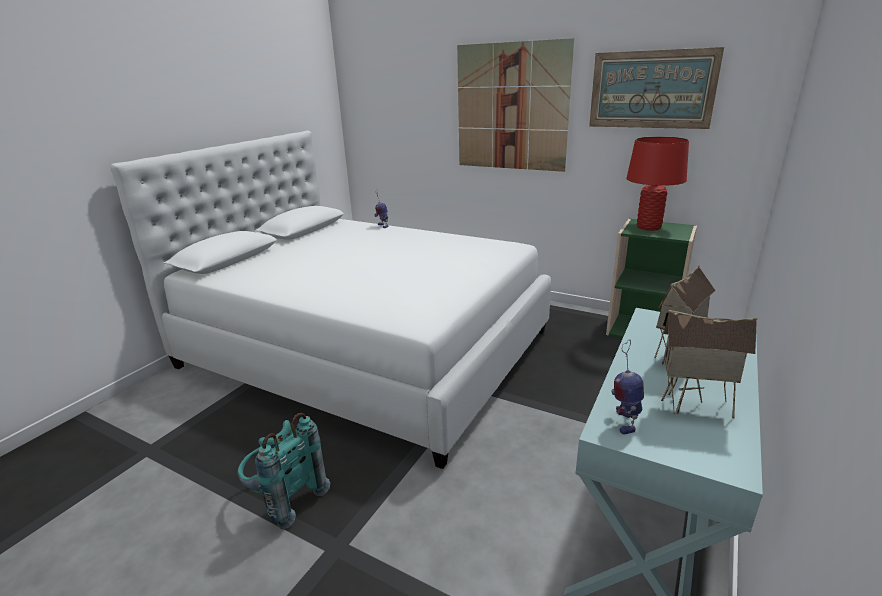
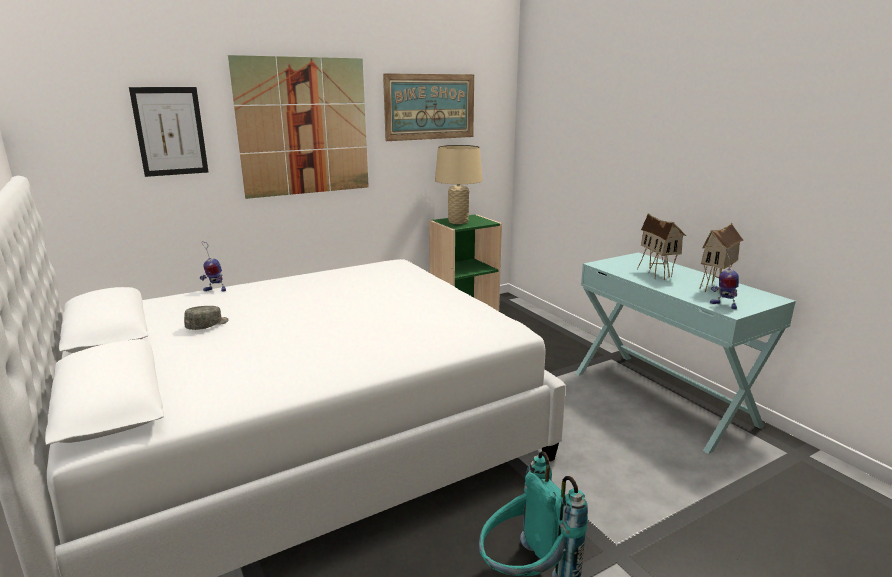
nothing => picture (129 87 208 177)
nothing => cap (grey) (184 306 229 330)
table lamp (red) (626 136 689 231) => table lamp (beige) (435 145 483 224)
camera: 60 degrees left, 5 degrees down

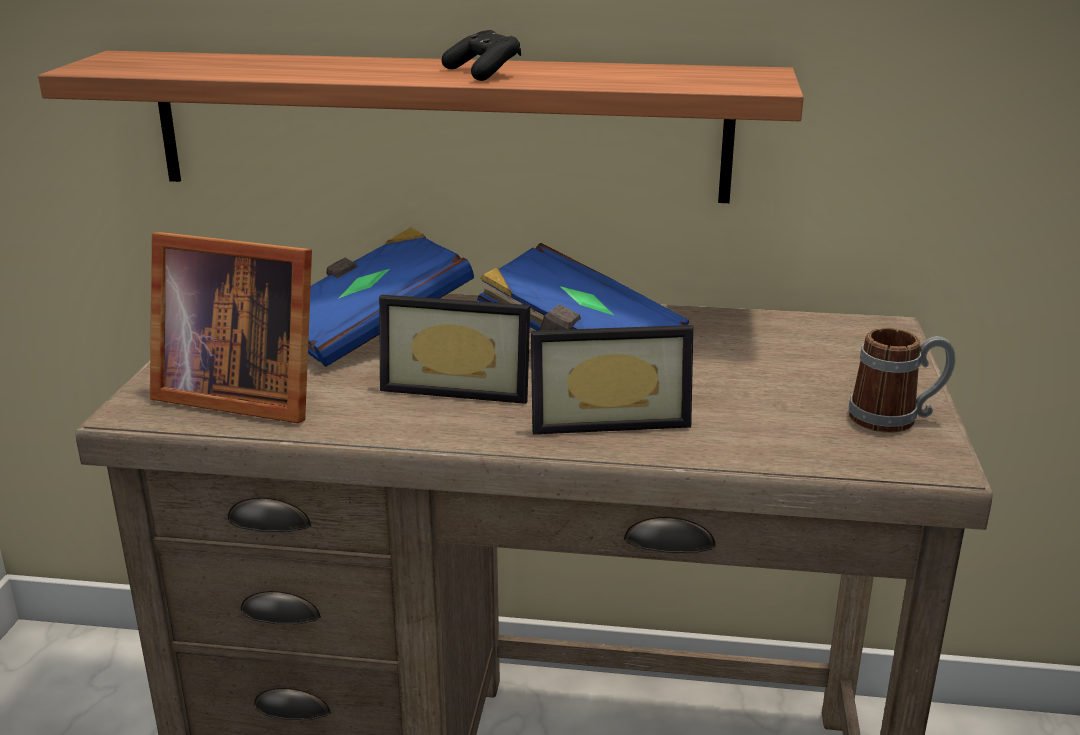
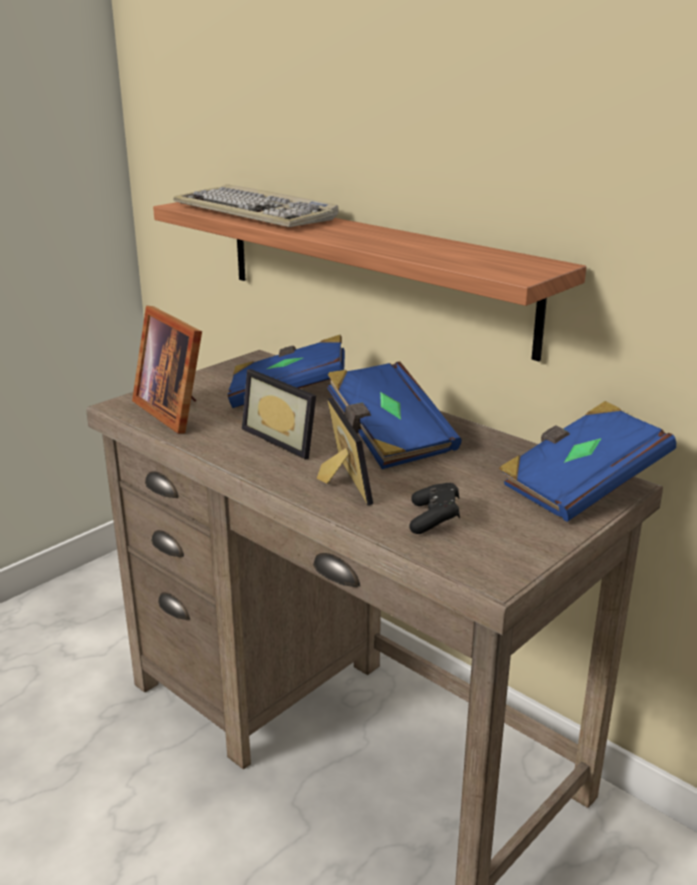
mug (849 328 956 433) => nothing
nothing => keyboard (173 184 339 227)
nothing => book (blue) (499 401 676 522)
game controller (black) (442 30 521 81) => game controller (black) (409 483 460 534), shifted
picture frame (531 325 693 434) => picture frame (317 397 373 506), 135 degrees counterclockwise
camera: 35 degrees right, 0 degrees up

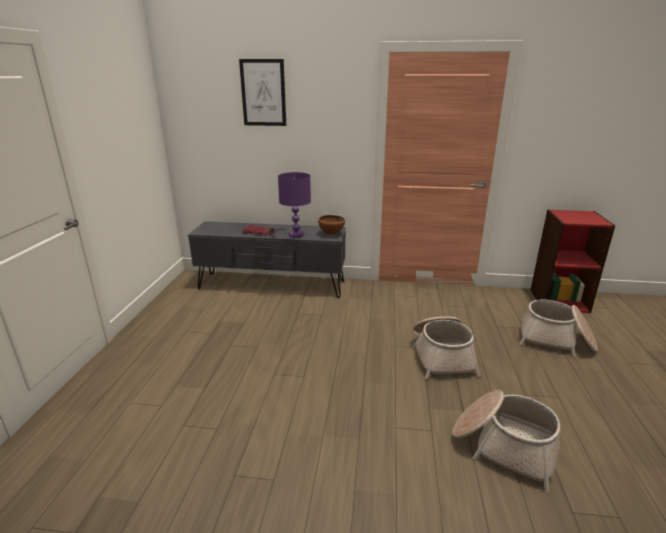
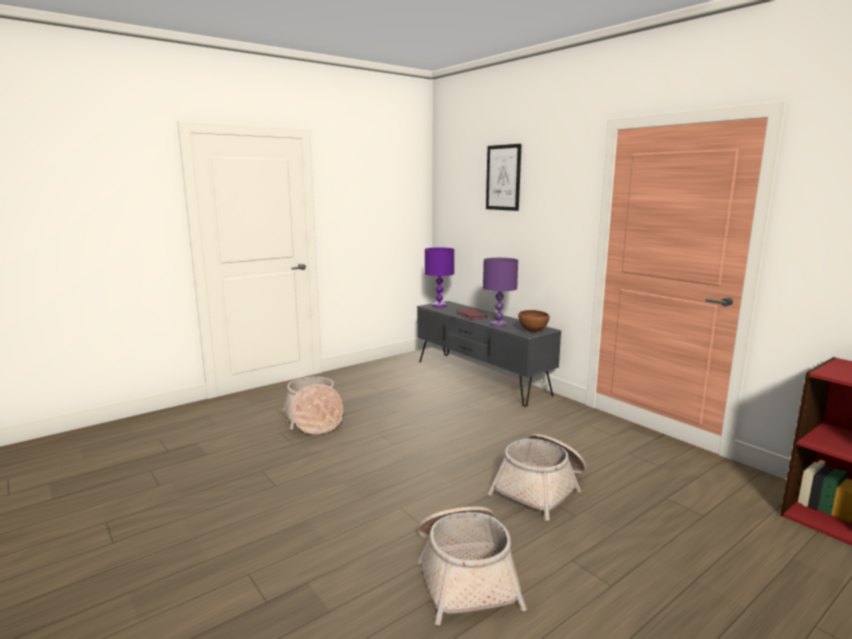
nothing => table lamp (purple) (425 247 454 307)
basket (519 299 598 356) => basket (283 376 343 435), shifted
camera: 45 degrees right, 10 degrees down

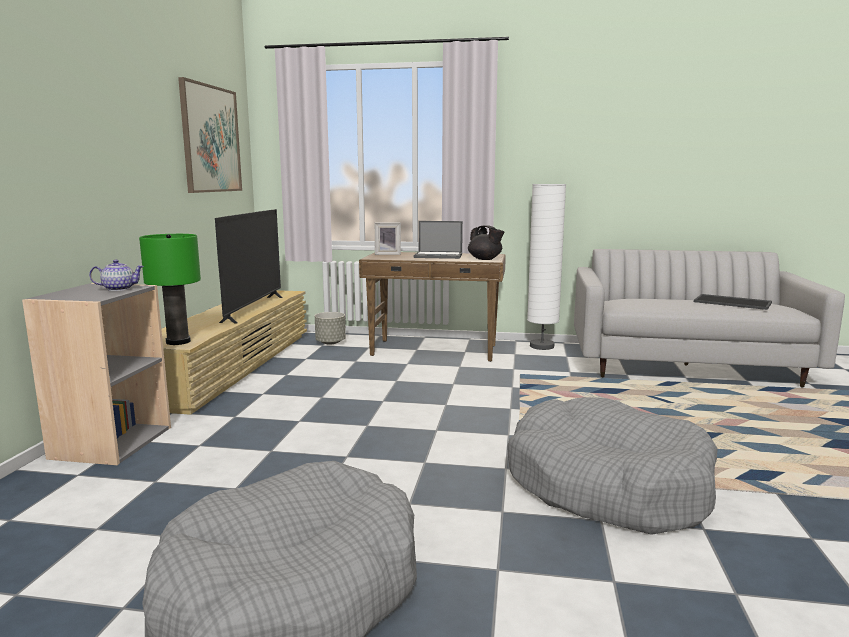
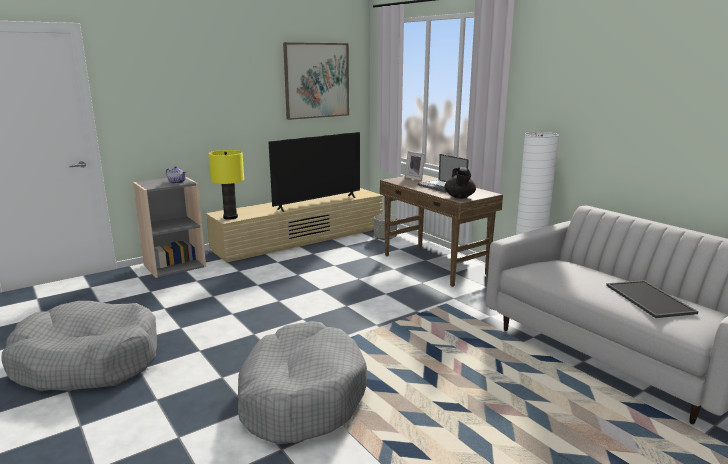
table lamp (green) (139 234 201 345) => table lamp (yellow) (209 150 244 219)
camera: 45 degrees right, 5 degrees up

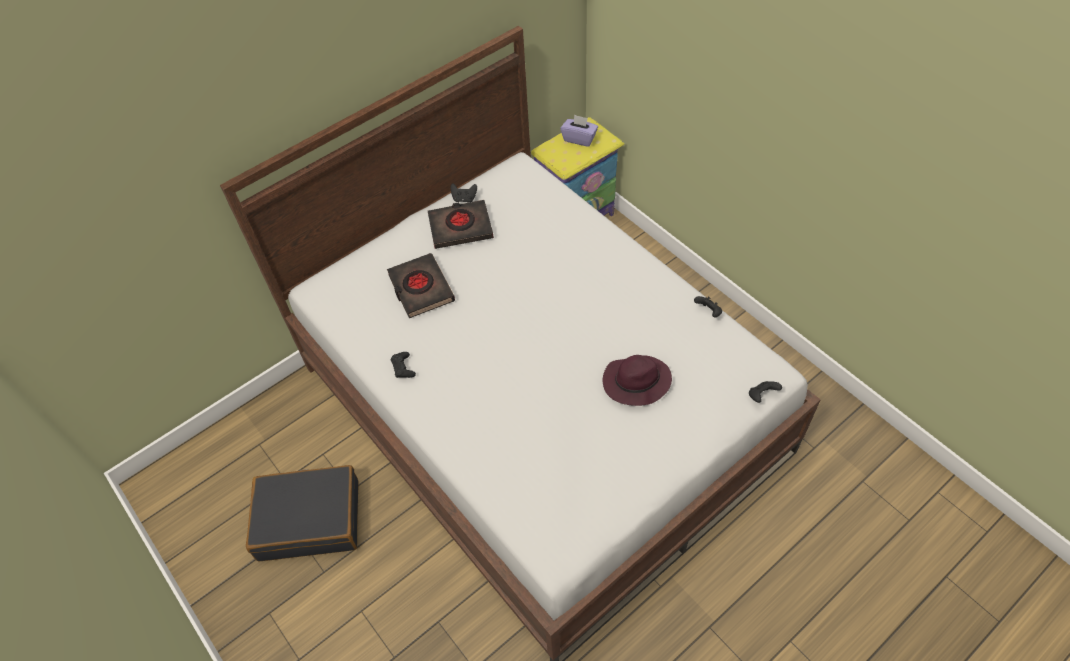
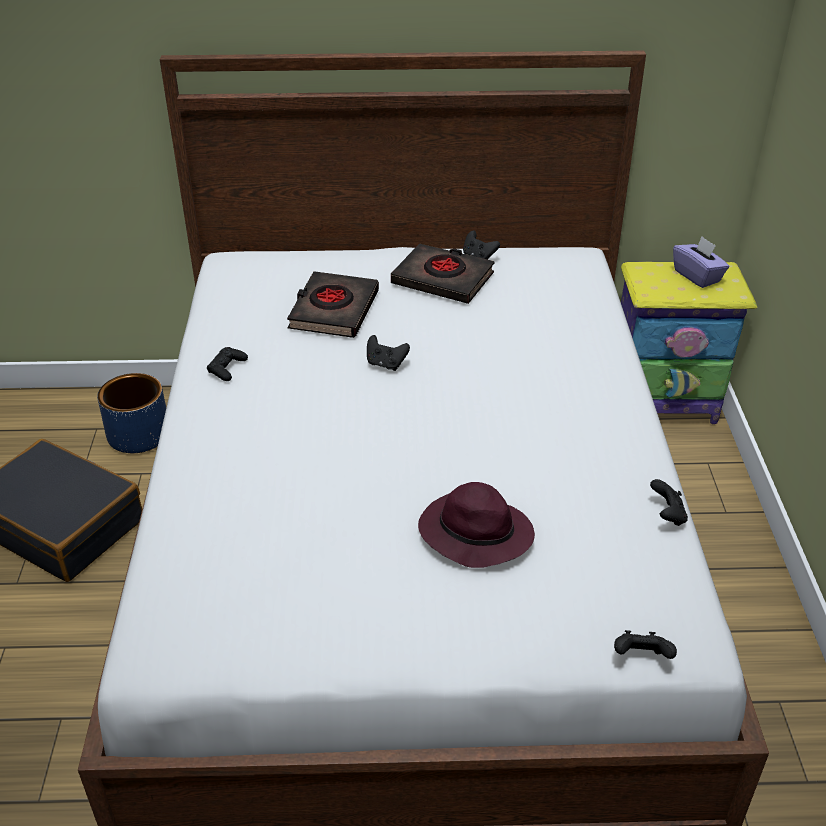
nothing => planter (blue) (97 373 166 453)
nothing => game controller (black) (367 335 410 371)
camera: 35 degrees right, 15 degrees down

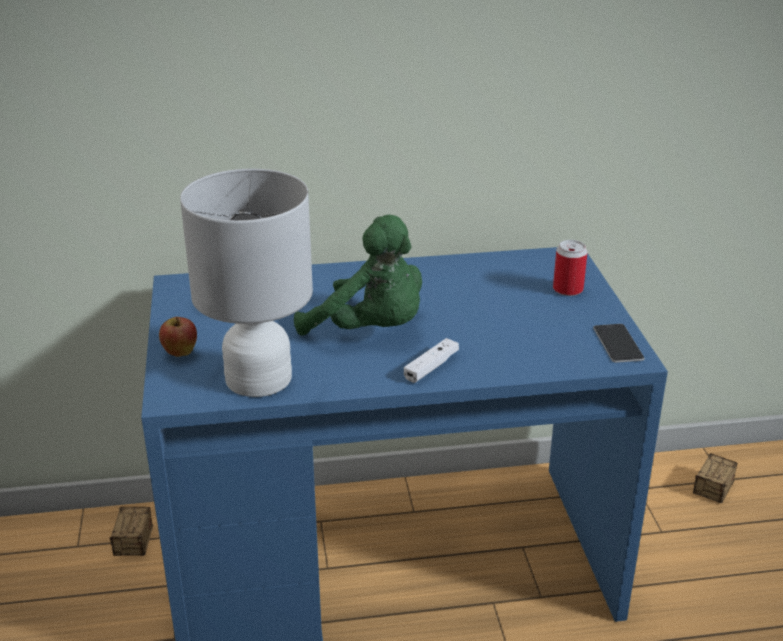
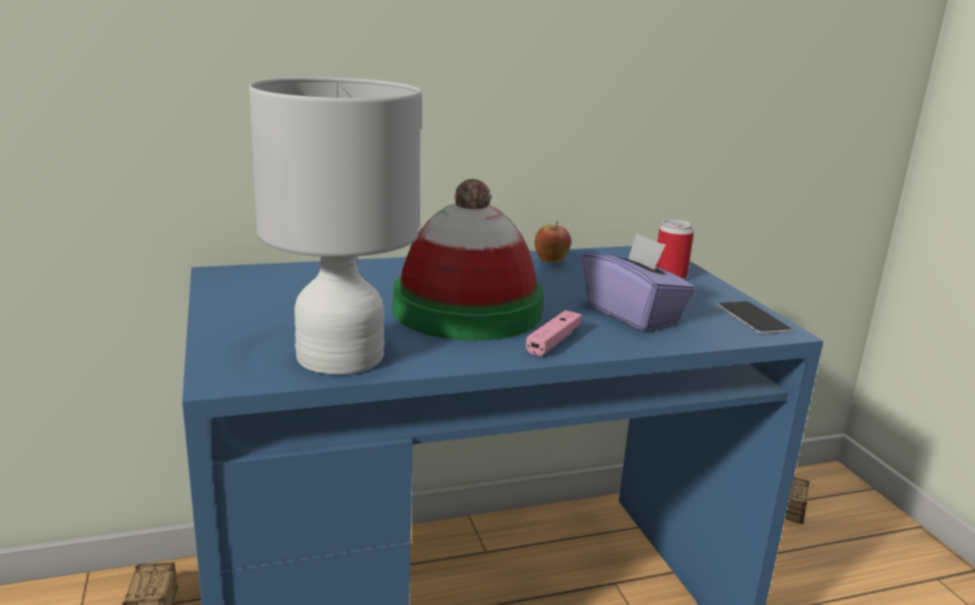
nothing => tissue box (purple) (583 233 696 331)
apple (159 317 197 357) => apple (535 221 571 263), shifted
plush toy (green) (294 215 422 336) => hat (393 179 544 341)
game controller (white) (404 338 459 383) => game controller (pink) (526 310 582 356)
camera: 10 degrees left, 10 degrees down

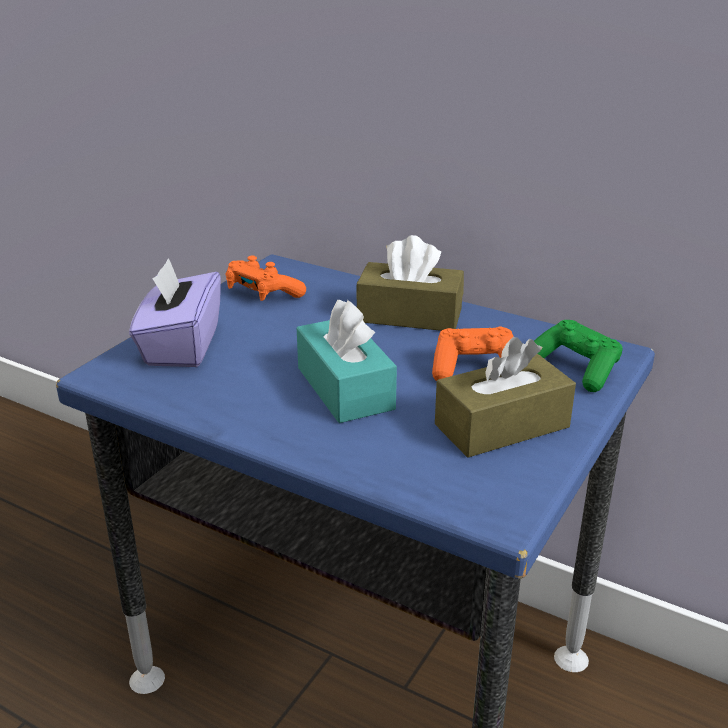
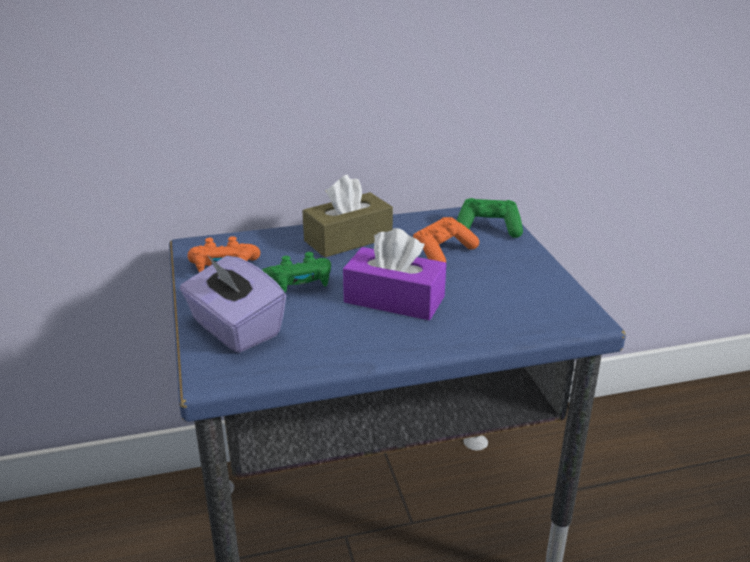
tissue box (brown) (435 337 576 458) => nothing
nothing => game controller (green) (262 252 331 293)
tissue box (turquoise) (297 300 397 423) => tissue box (purple) (343 228 446 320)
camera: 45 degrees left, 0 degrees up

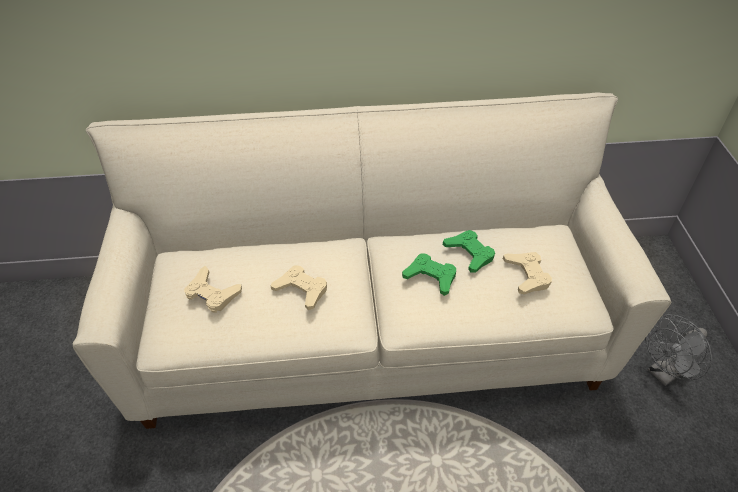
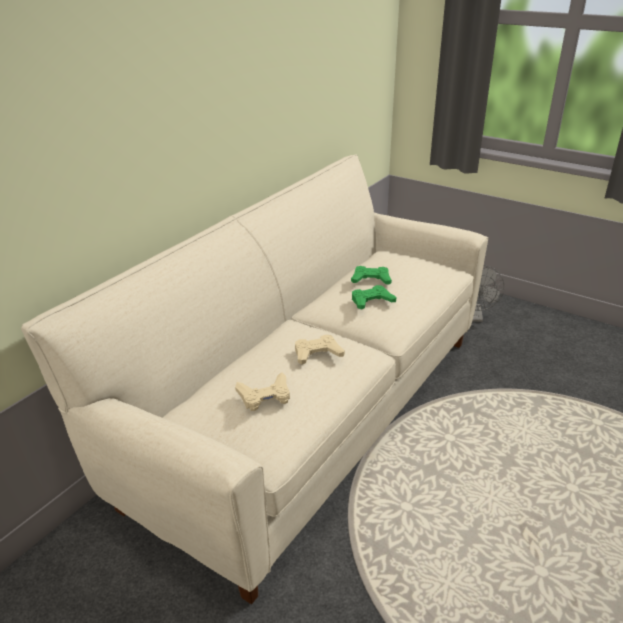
game controller (beige) (503 252 552 294) => nothing
camera: 50 degrees left, 15 degrees down

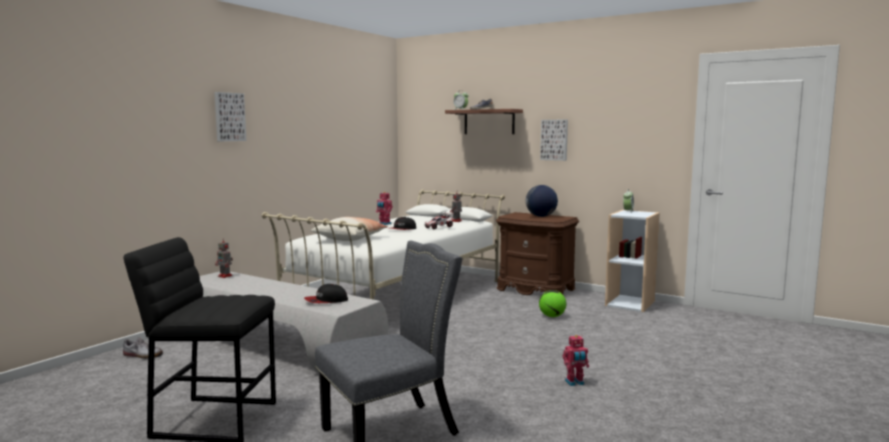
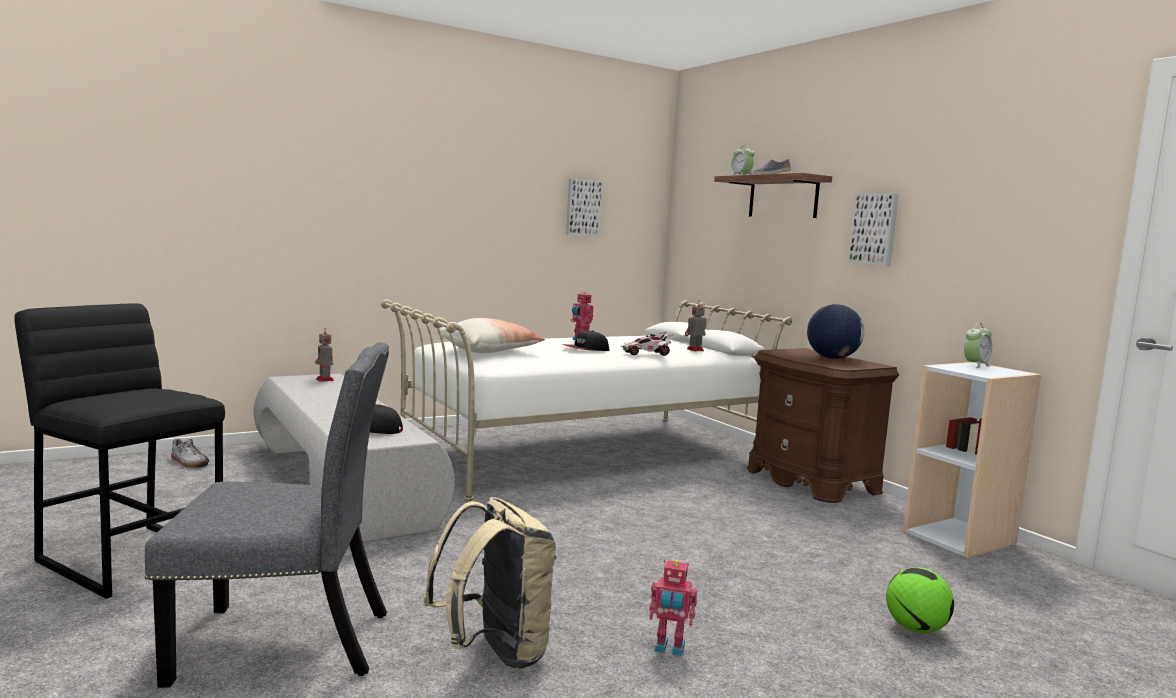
nothing => backpack (beige) (423 497 556 670)
picture (214 92 246 141) => picture (566 178 603 237), shifted
football (539 290 566 317) => football (886 567 954 633), shifted
camera: 25 degrees right, 0 degrees up

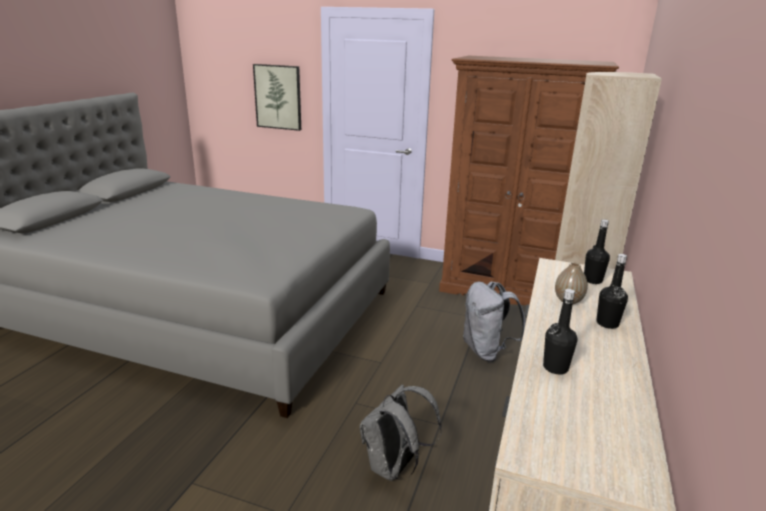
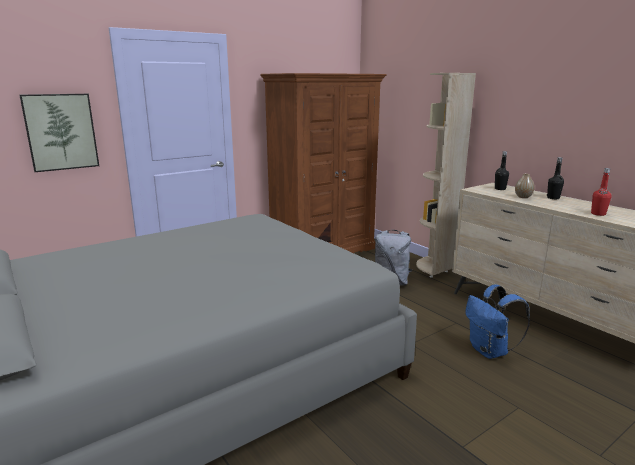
backpack (grey) (360 385 442 481) => backpack (blue) (465 284 530 359)
bottle (black) (543 289 578 374) => bottle (red) (591 168 612 216)
camera: 55 degrees left, 5 degrees down

